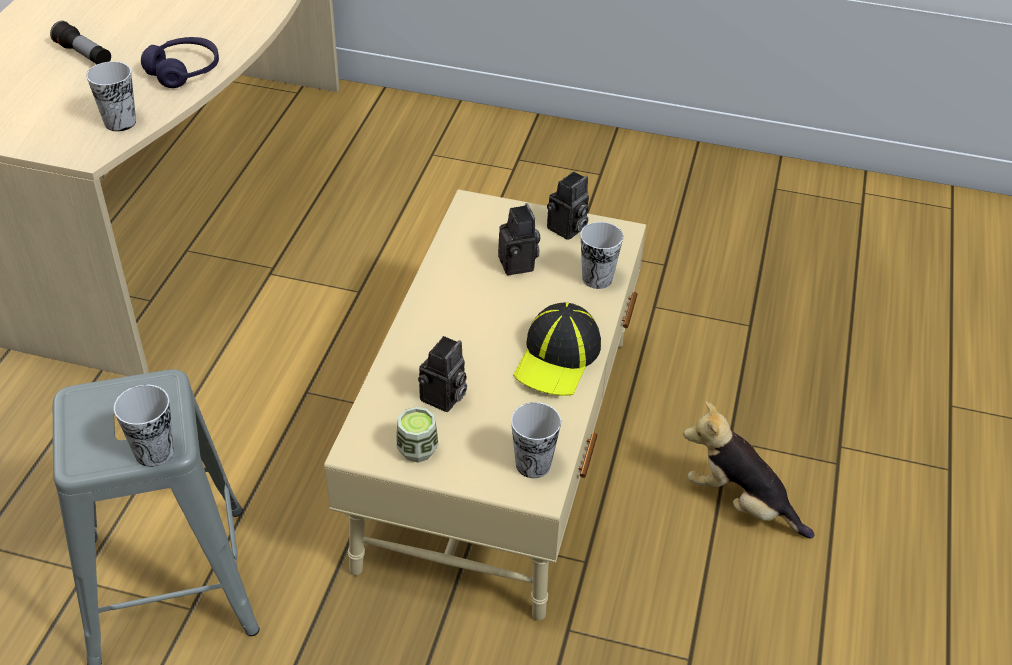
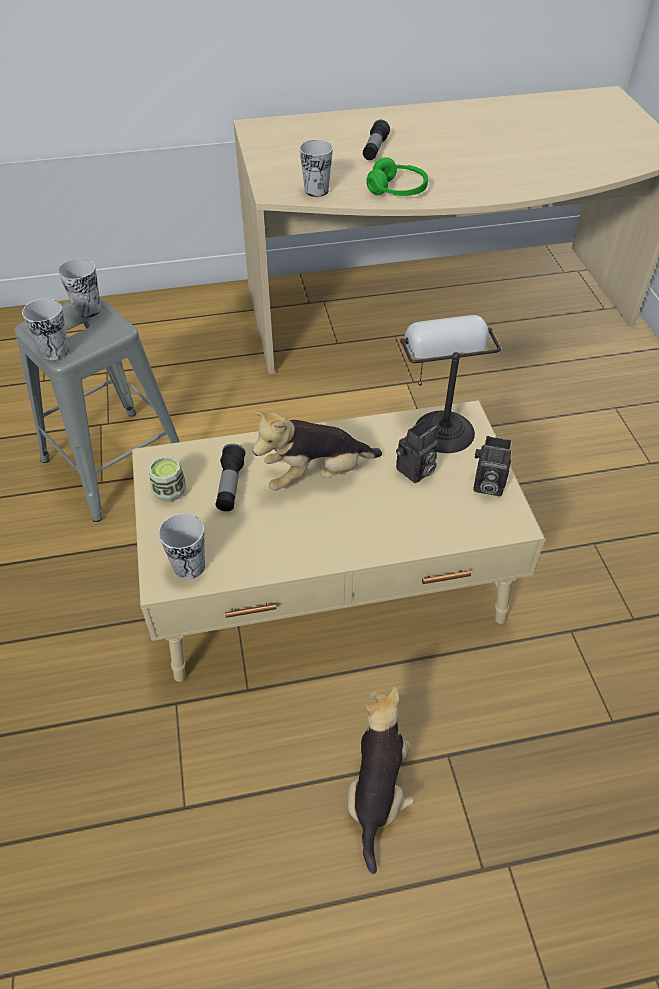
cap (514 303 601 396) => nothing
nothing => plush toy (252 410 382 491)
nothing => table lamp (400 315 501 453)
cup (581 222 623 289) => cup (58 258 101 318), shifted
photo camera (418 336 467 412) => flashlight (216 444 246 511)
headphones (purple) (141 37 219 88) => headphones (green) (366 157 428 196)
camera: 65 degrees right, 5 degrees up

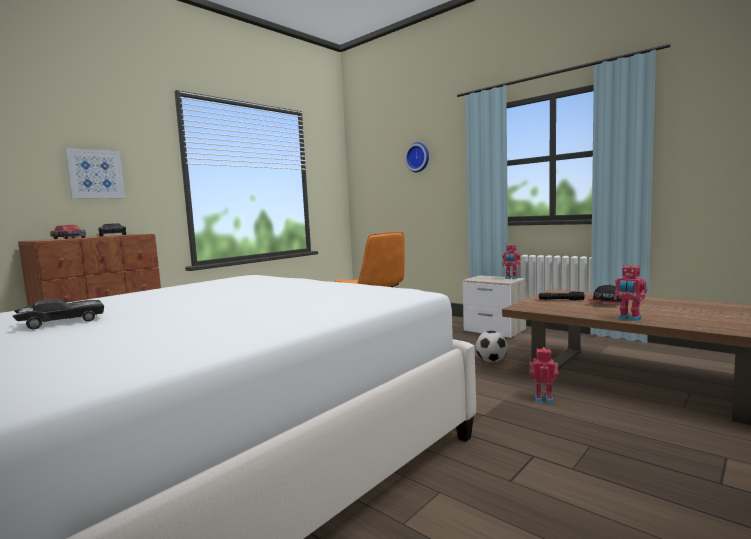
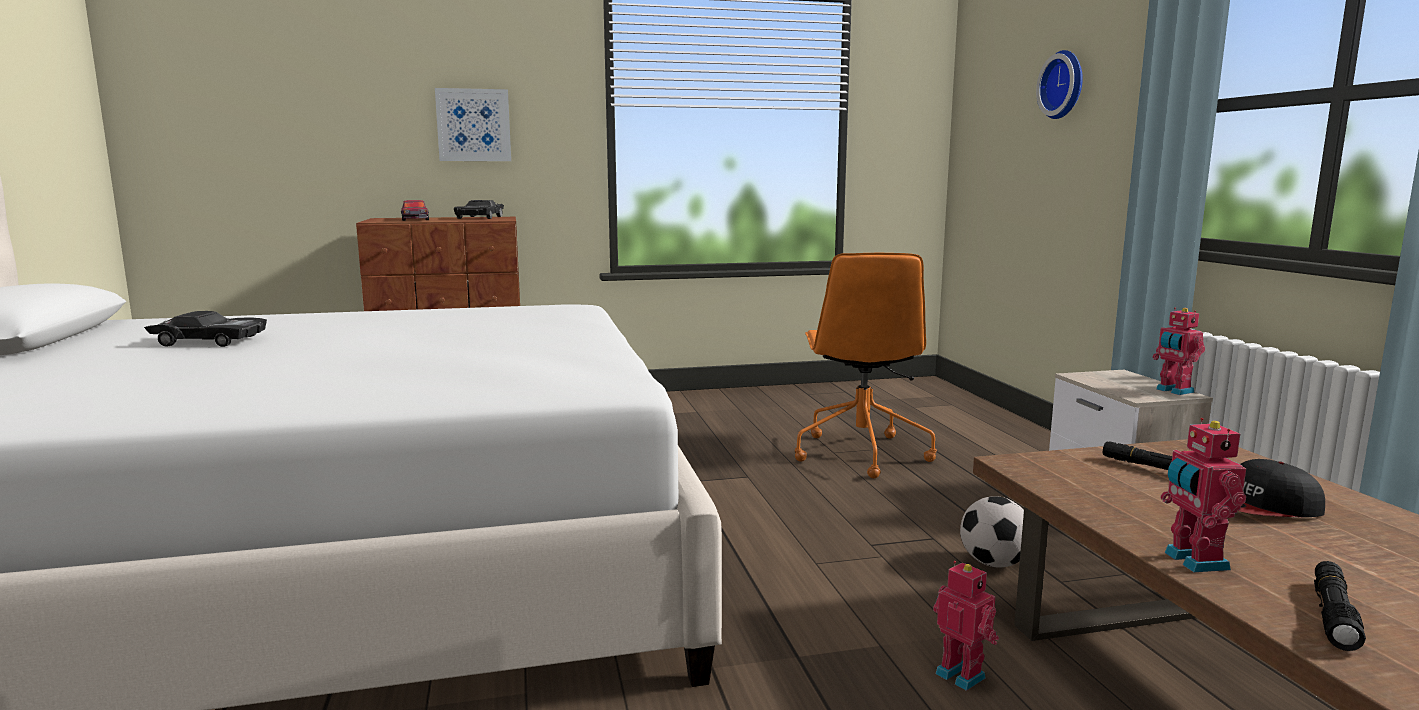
nothing => flashlight (black) (1314 561 1366 651)
camera: 35 degrees right, 5 degrees up

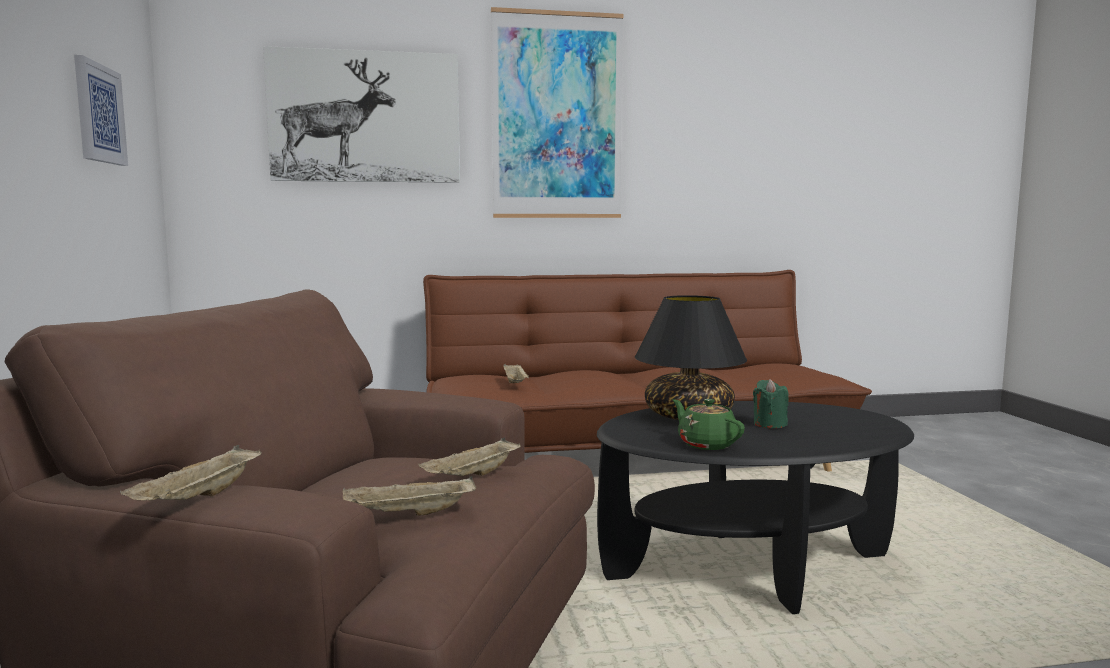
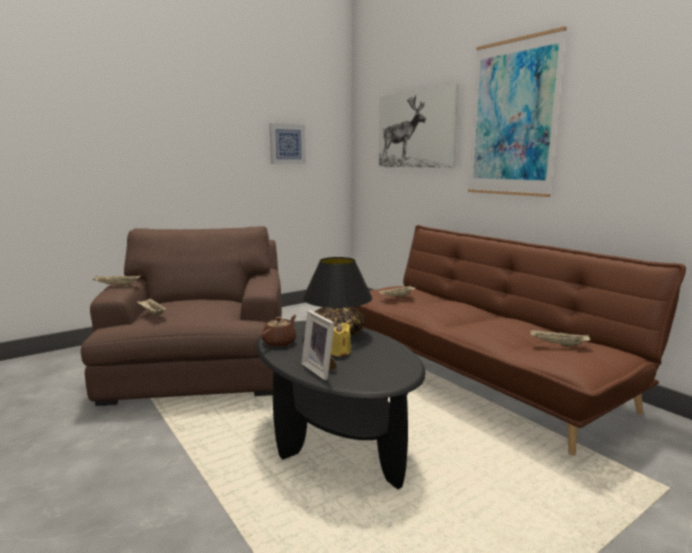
nothing => picture frame (301 310 336 380)
tray (beige) (418 437 521 476) => tray (beige) (530 330 591 347), shifted
teapot (green) (673 399 745 450) => teapot (brown) (262 315 296 347)
candle (green) (753 379 788 429) => candle (yellow) (331 323 351 357)
camera: 65 degrees right, 5 degrees up

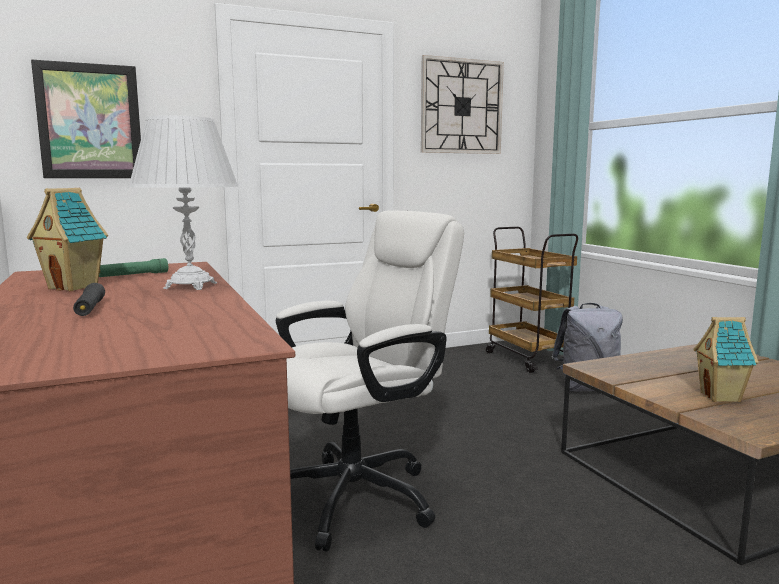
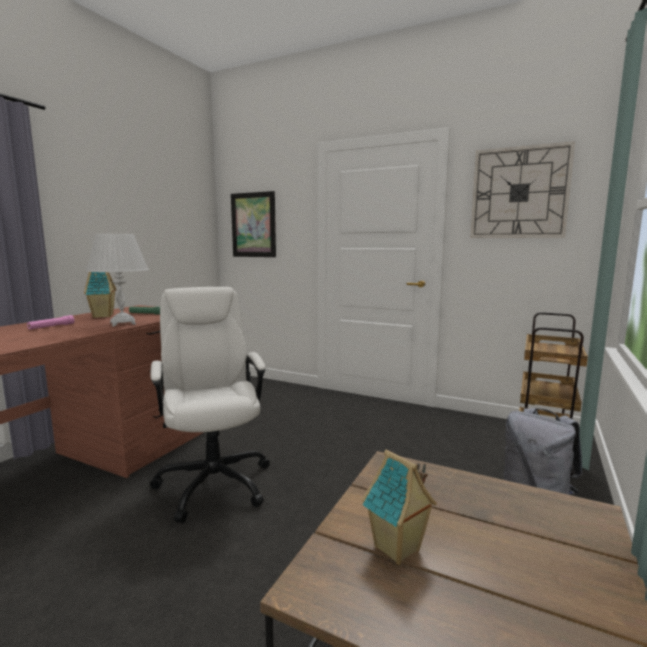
flashlight (black) (73 283 105 316) => flashlight (pink) (27 315 74 329)
office chair (white) (276 210 464 552) => office chair (white) (150 287 270 523), 120 degrees counterclockwise
camera: 50 degrees right, 0 degrees up

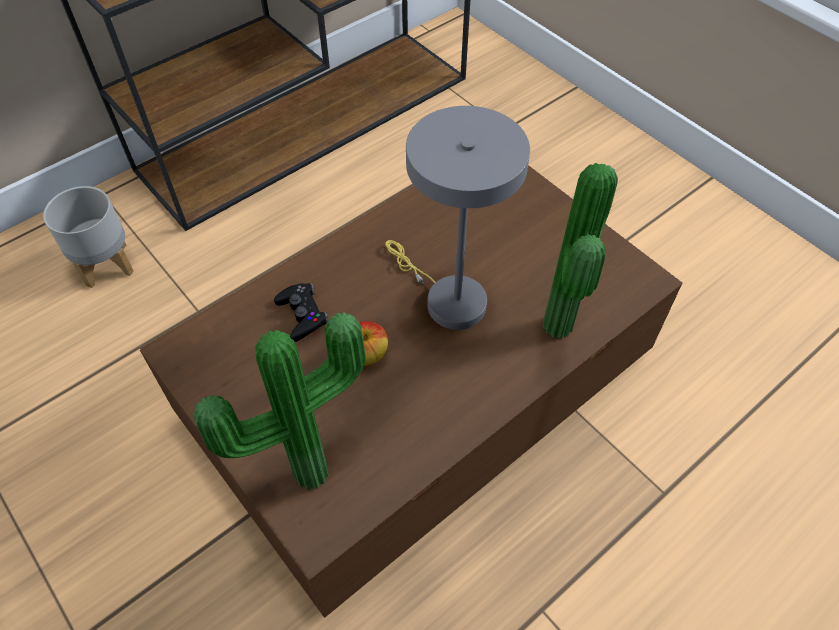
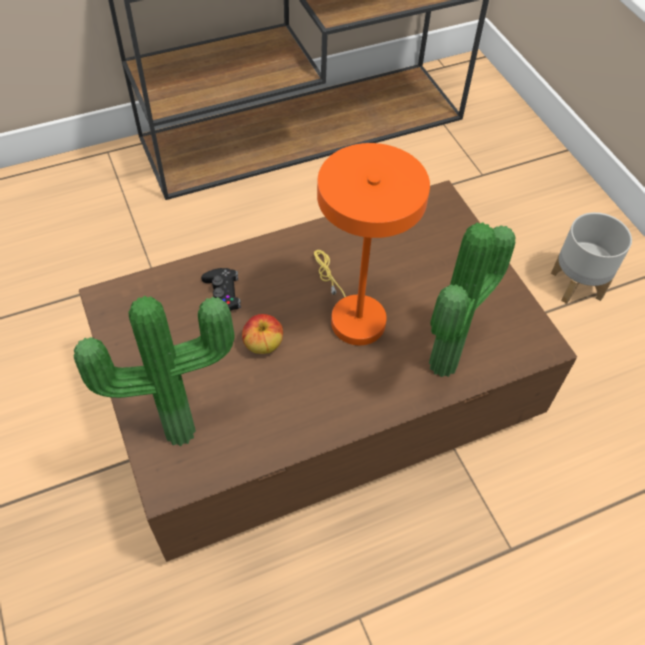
planter (grey) (43 186 134 288) => planter (grey) (551 212 632 304), shifted
table lamp (grey) (385 106 530 330) => table lamp (orange) (314 143 430 345)
camera: 15 degrees right, 0 degrees up

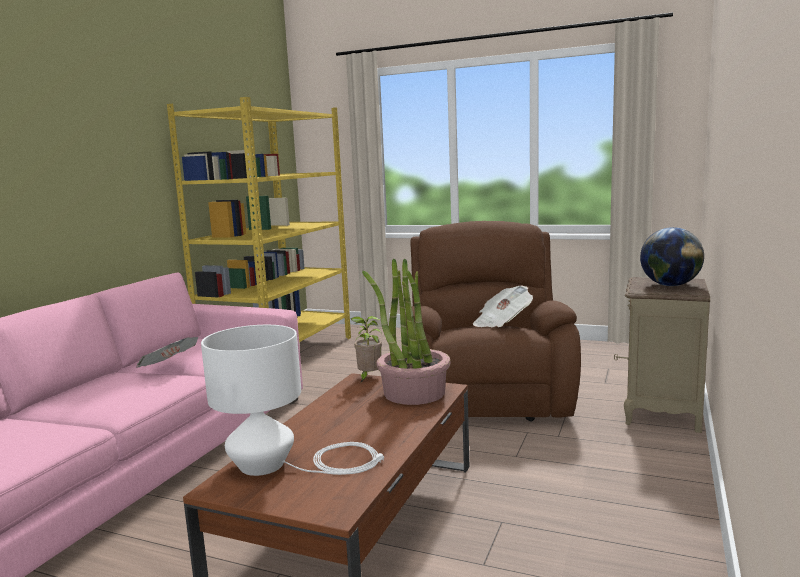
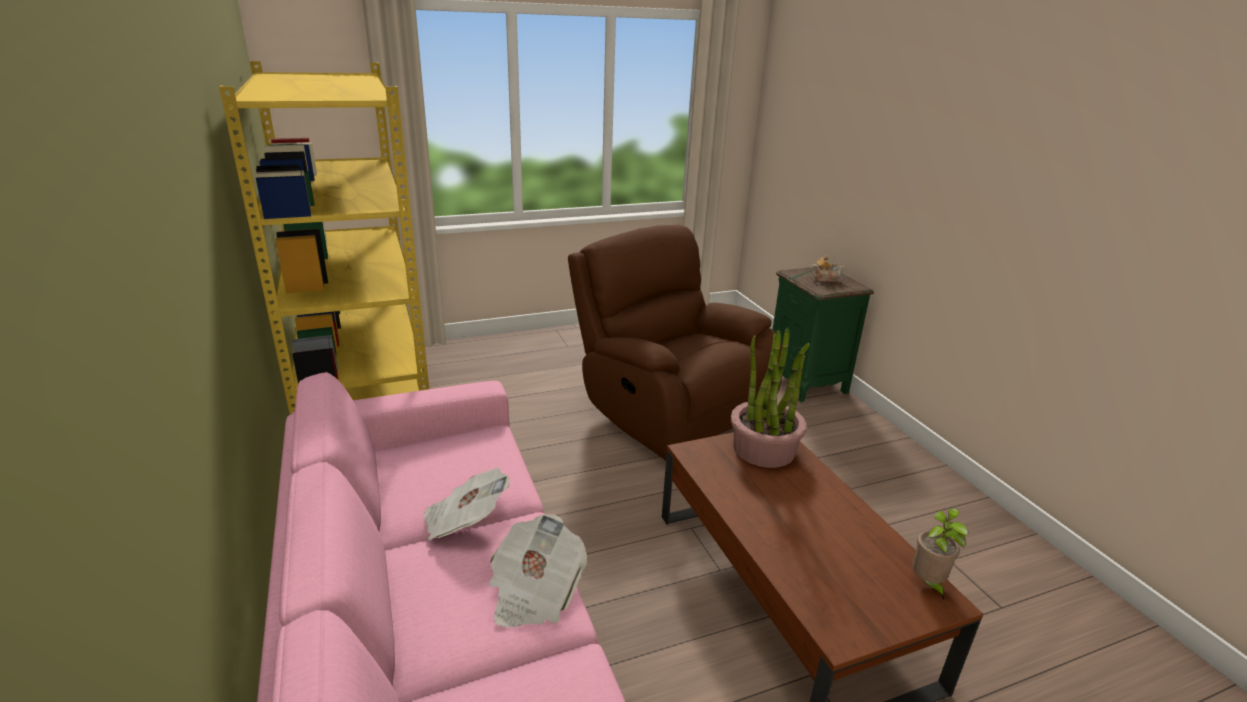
table lamp (white) (201 325 385 476) => nothing
potted plant (351 316 382 382) => potted plant (912 508 968 600), shifted
newspaper (473 286 533 327) => newspaper (489 514 587 628), shifted
globe (640 227 704 286) => teapot (810 256 844 282)
nightstand (beige) (614 277 710 433) => nightstand (green) (772 267 874 402)
camera: 45 degrees left, 15 degrees up

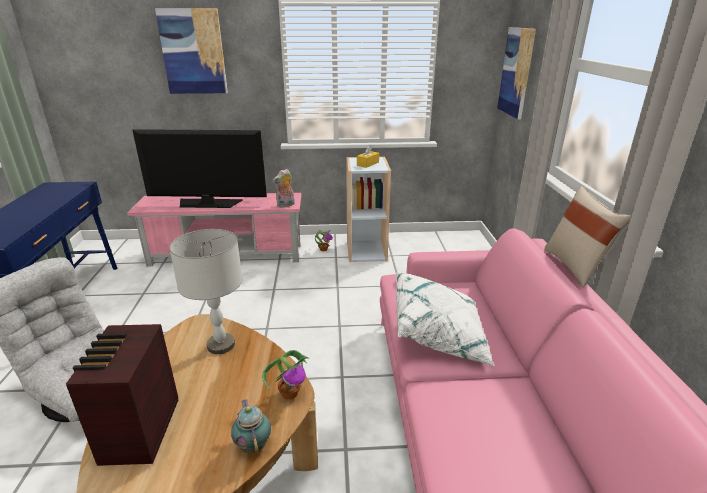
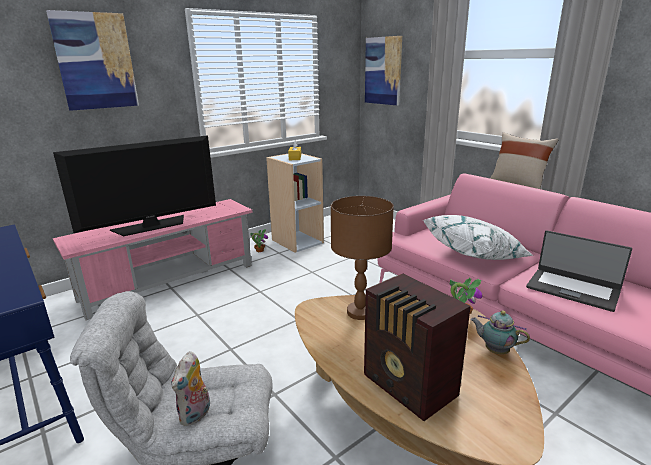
nothing => laptop (526 231 632 312)
plush toy (272 169 295 208) => plush toy (171 351 211 426), shifted
table lamp (grey) (169 229 243 354) => table lamp (brown) (331 196 394 320)
camera: 35 degrees left, 5 degrees down

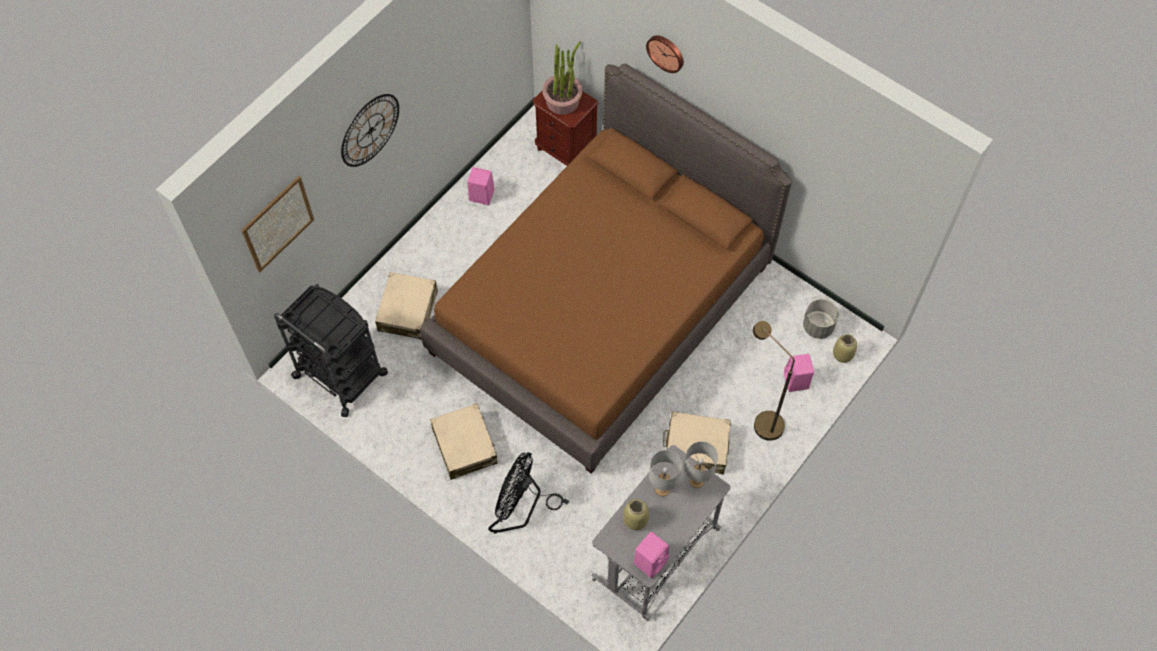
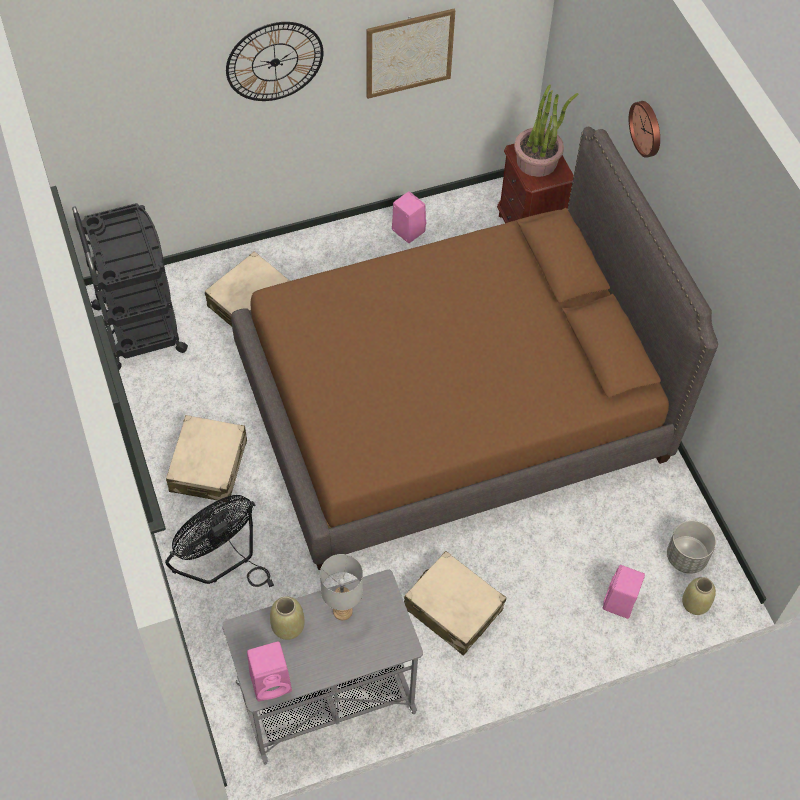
table lamp (grey) (684 441 718 488) => nothing
floor lamp (brown) (753 321 795 441) => nothing
picture (241 176 314 272) => picture (367 9 455 99), shifted
camera: 30 degrees right, 5 degrees down

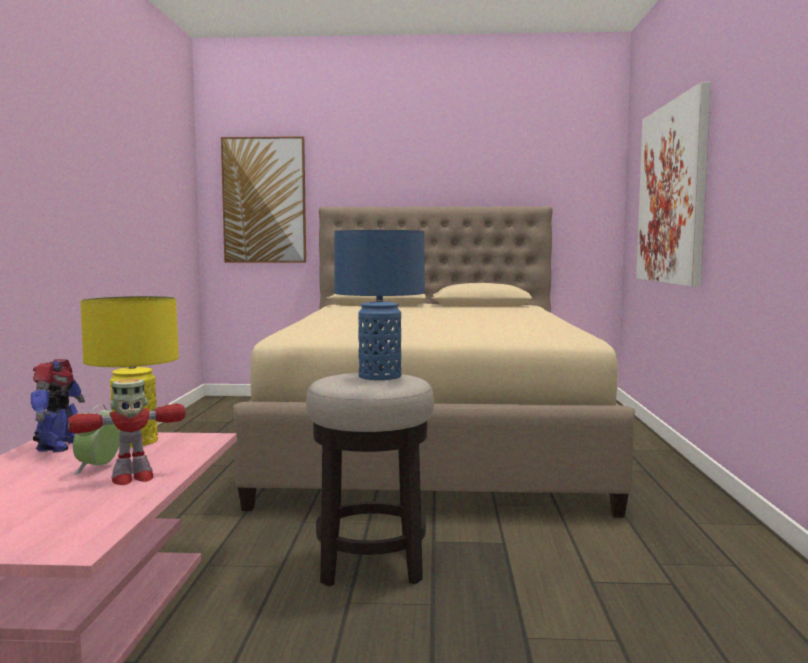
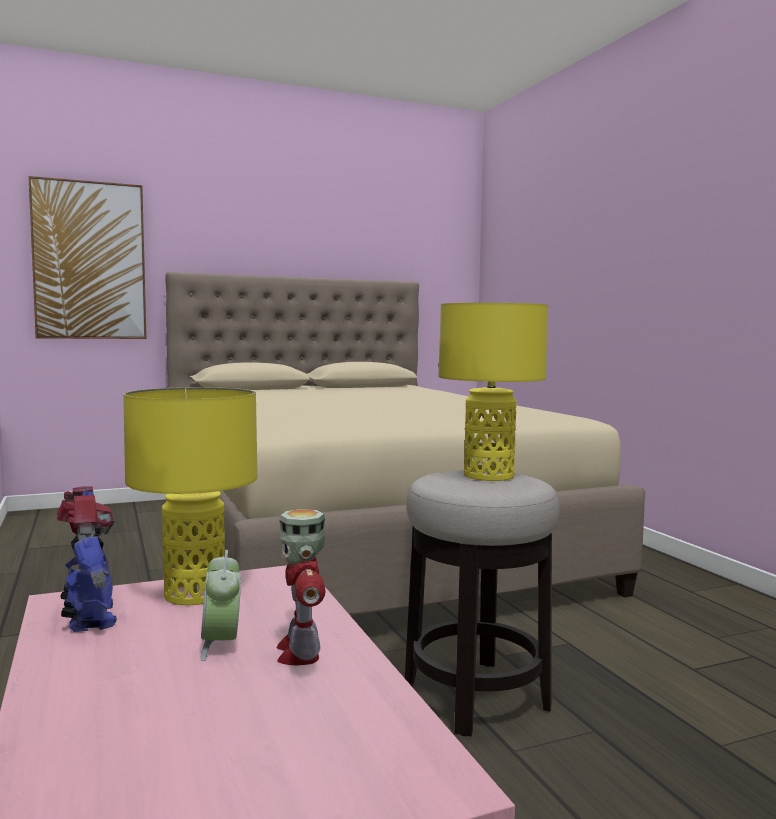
picture (636 82 711 287) => nothing
table lamp (blue) (334 230 425 380) => table lamp (yellow) (439 303 548 481)
toy robot (68 379 186 485) => toy robot (276 509 326 666), 135 degrees clockwise
camera: 25 degrees left, 0 degrees up

